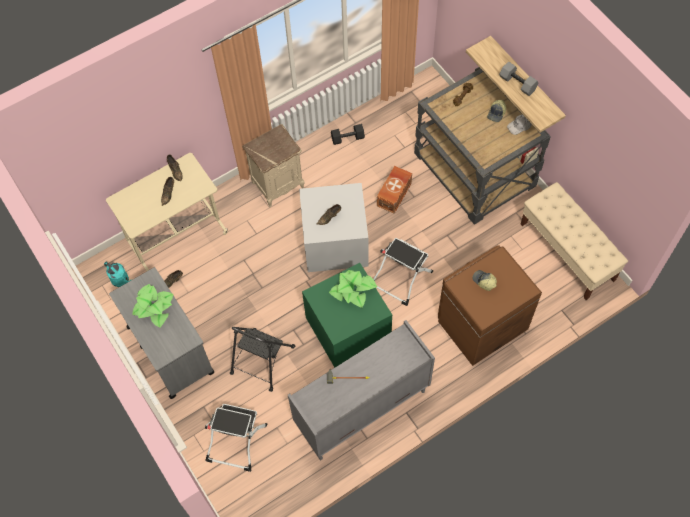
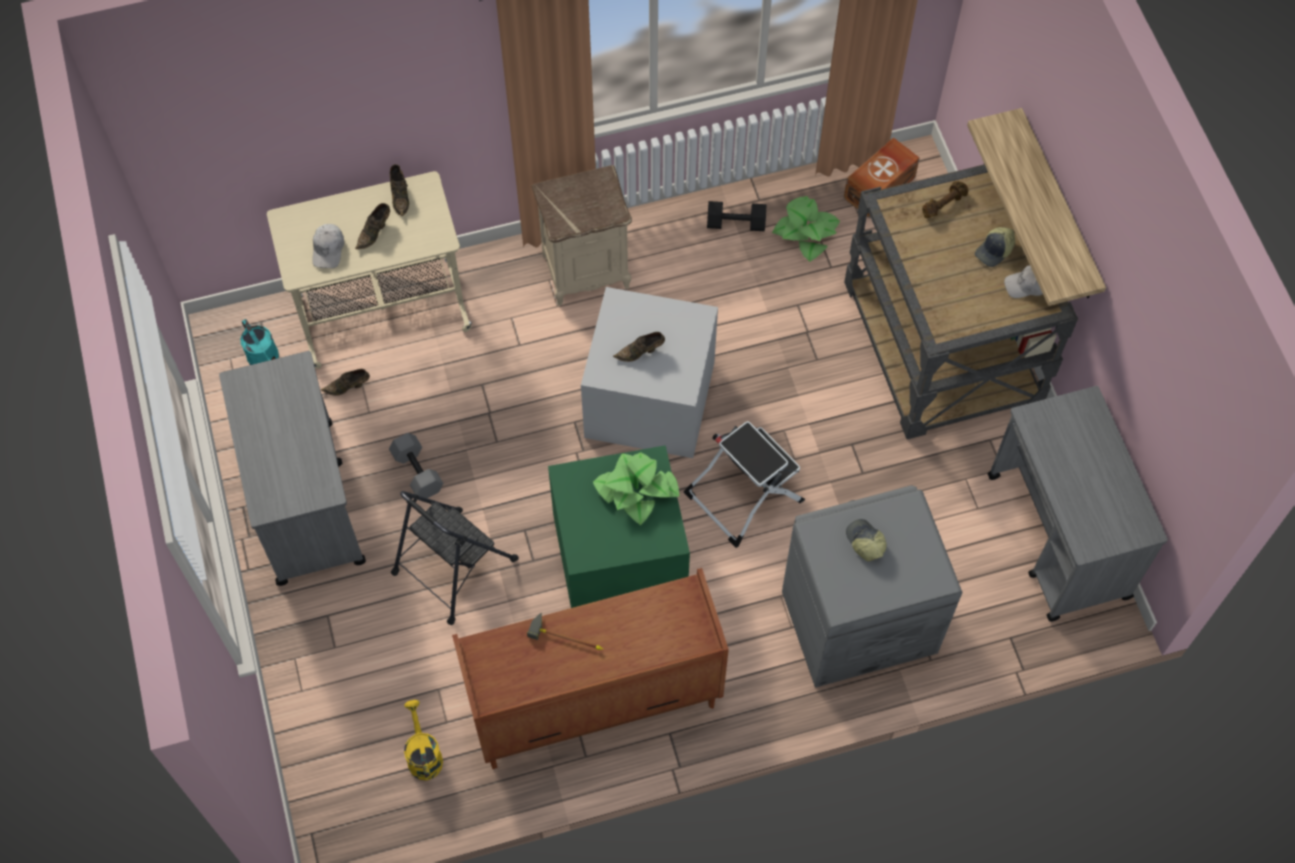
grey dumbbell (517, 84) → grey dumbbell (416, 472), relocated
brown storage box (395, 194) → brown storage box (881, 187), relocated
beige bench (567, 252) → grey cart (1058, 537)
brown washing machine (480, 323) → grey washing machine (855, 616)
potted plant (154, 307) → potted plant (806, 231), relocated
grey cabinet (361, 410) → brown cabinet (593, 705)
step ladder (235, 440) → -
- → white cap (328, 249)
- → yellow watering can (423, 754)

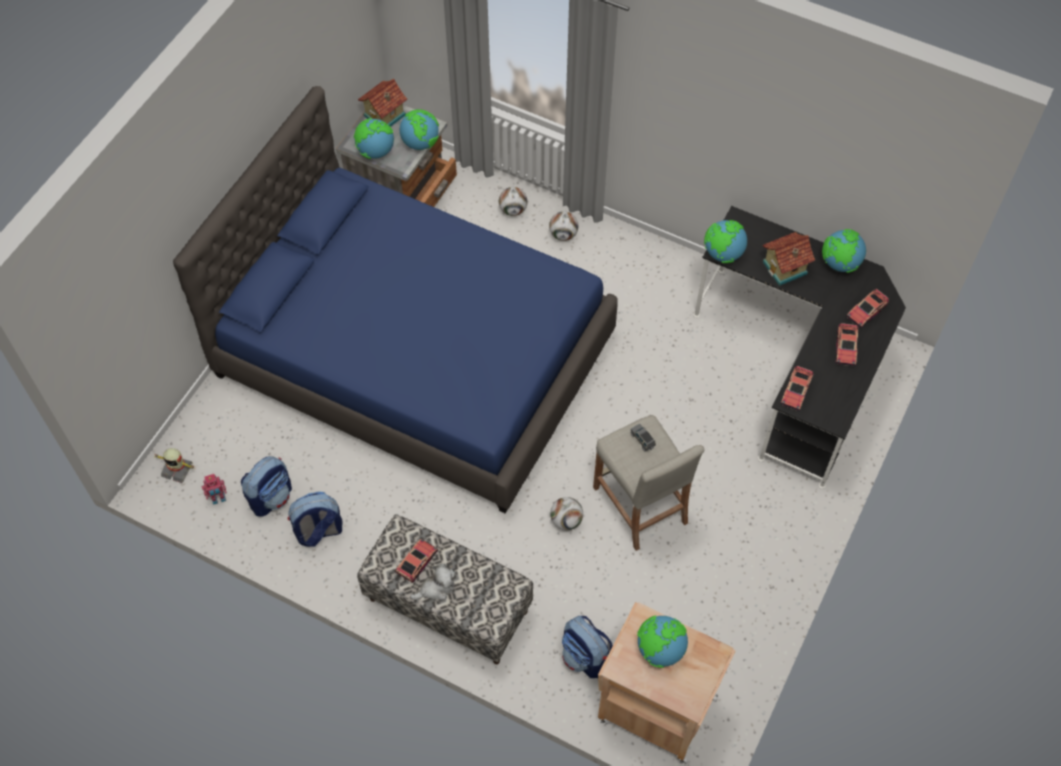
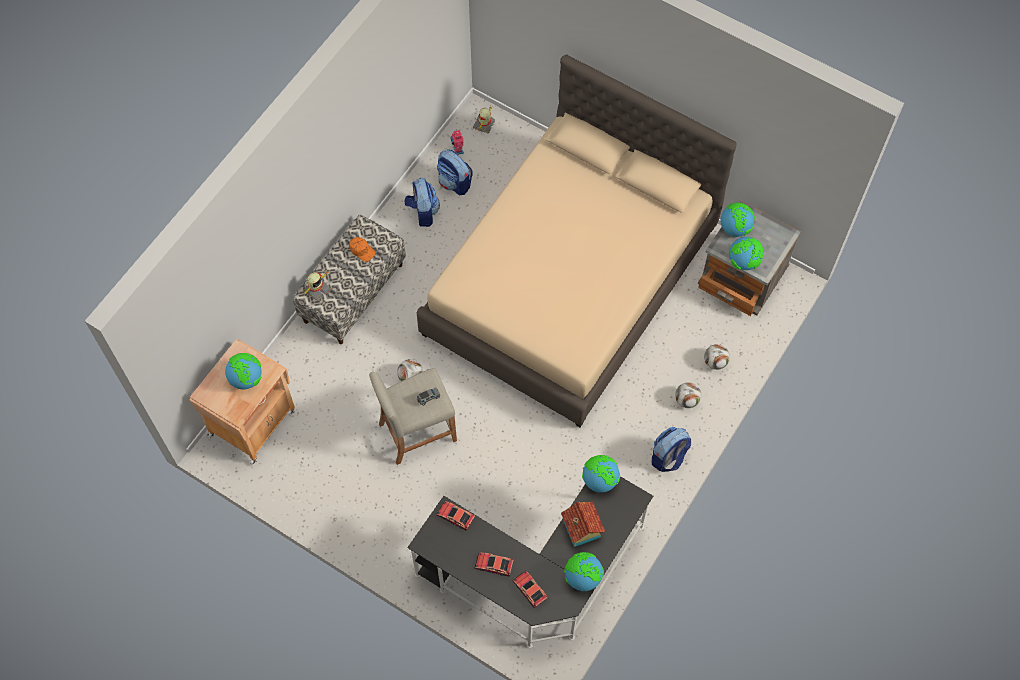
toy house (385, 116) → -
blue bed (415, 354) → beige bed (571, 280)
toy car (417, 562) → orange cap (362, 250)
plush toy (436, 588) → -
backpack (585, 657) → backpack (668, 457), relocated
- → toy robot (317, 289)

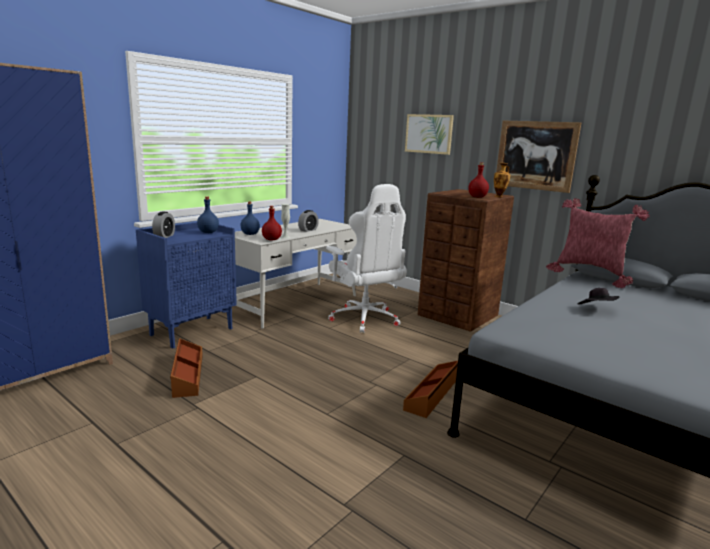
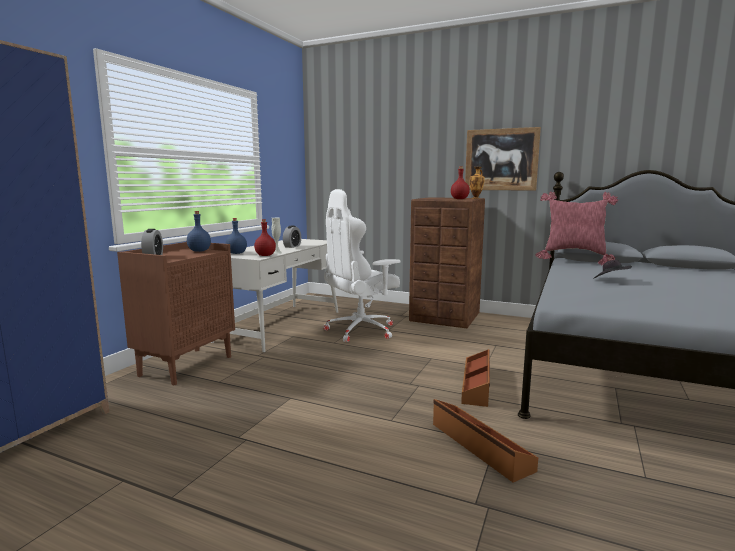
picture (429, 134) → -
white office chair (364, 318) → white office chair (361, 330), 105 degrees clockwise
blue cabinet (192, 331) → brown cabinet (187, 365)
brown storage box (187, 375) → brown storage box (479, 446), relocated

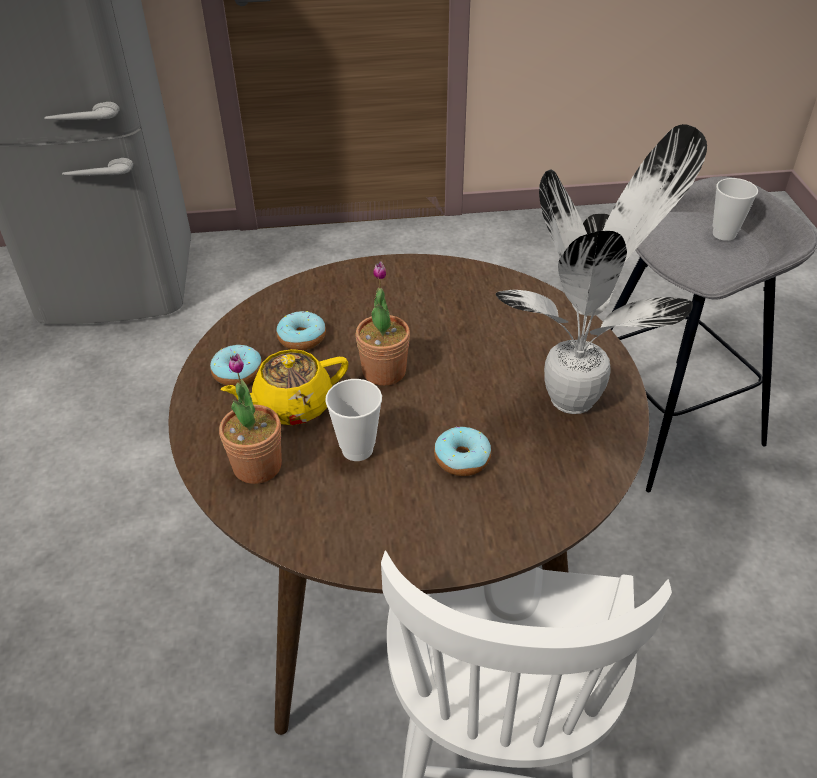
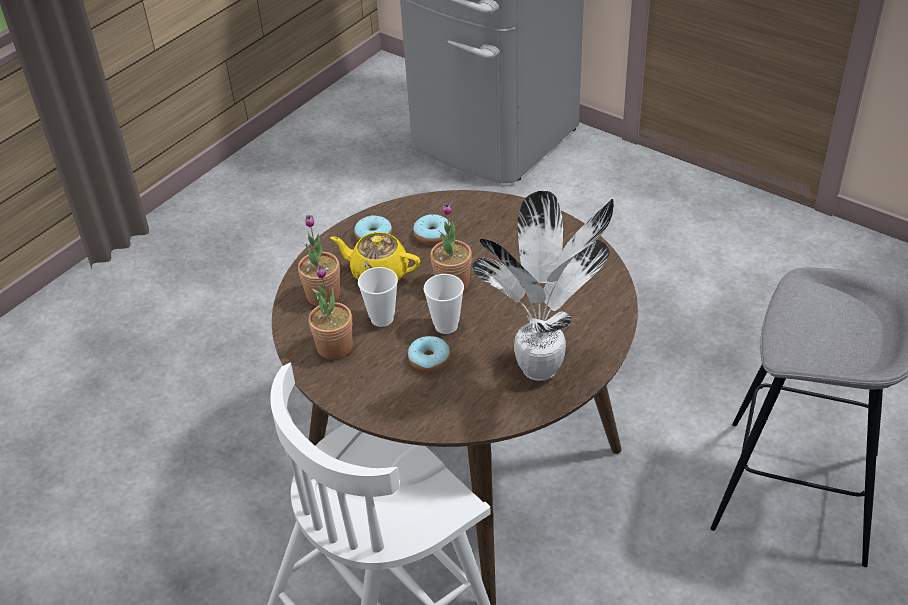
cup (724, 234) → cup (446, 326), relocated
- → potted plant (334, 347)

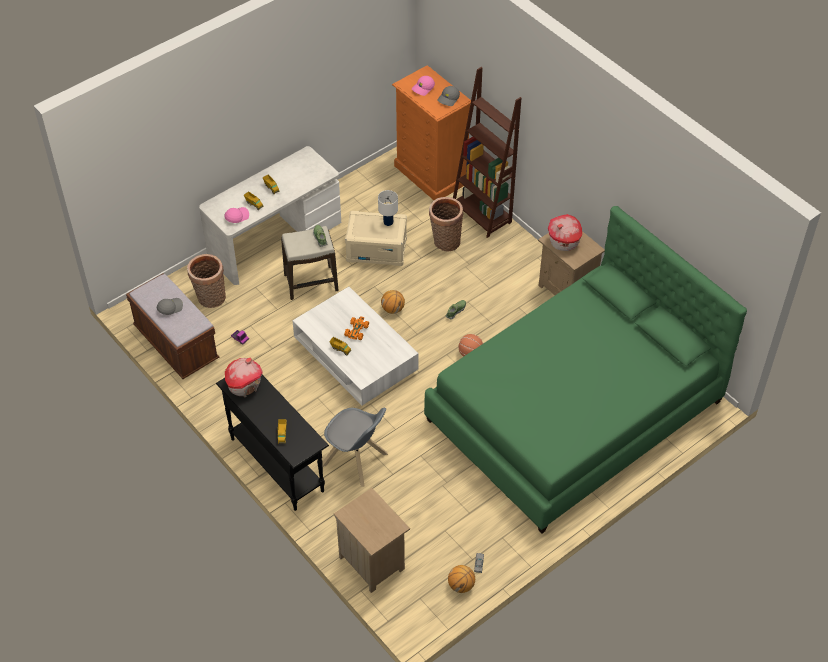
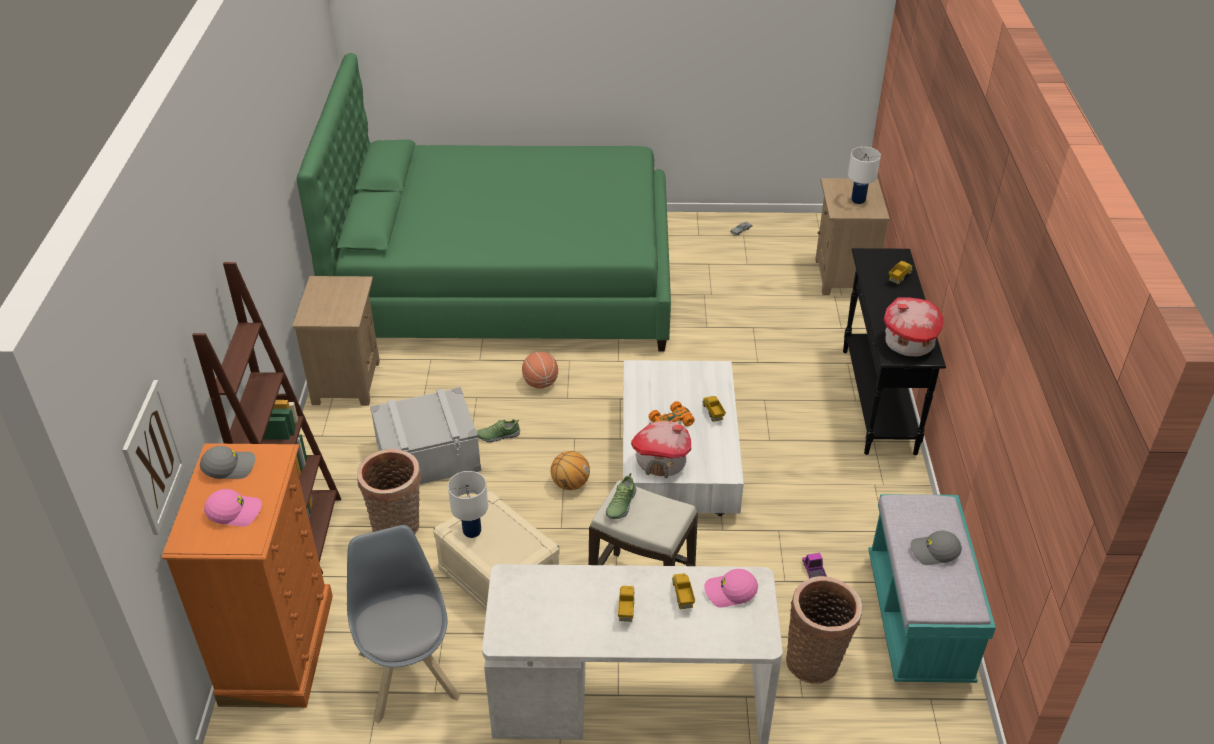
toy house (564, 242) → toy house (661, 462), relocated
brown bench (176, 344) → turquoise bench (918, 620)
grey chair (356, 460) → grey chair (408, 672), relocated
basketball (461, 585) → -
- → white table lamp (858, 200)
- → picture (153, 457)
- → grey storage box (428, 455)

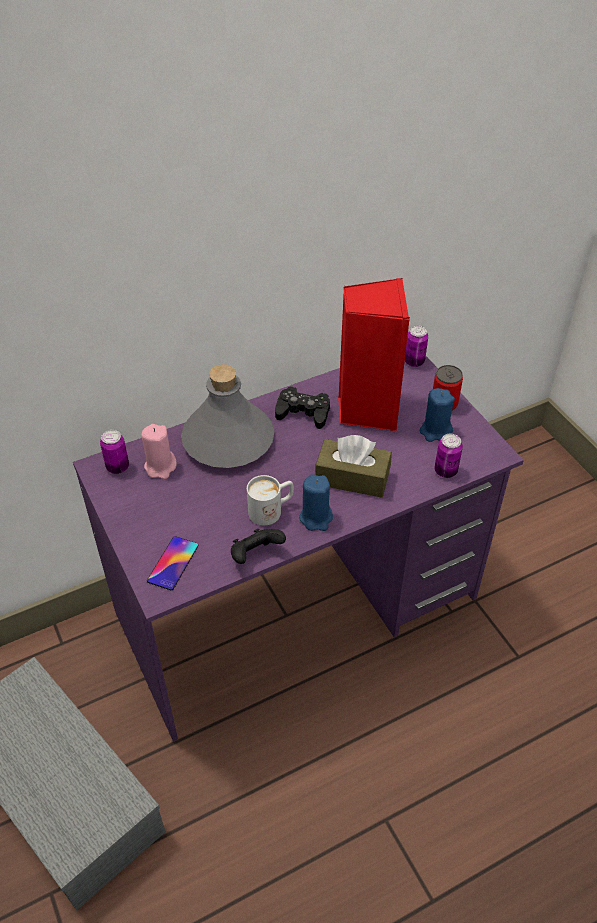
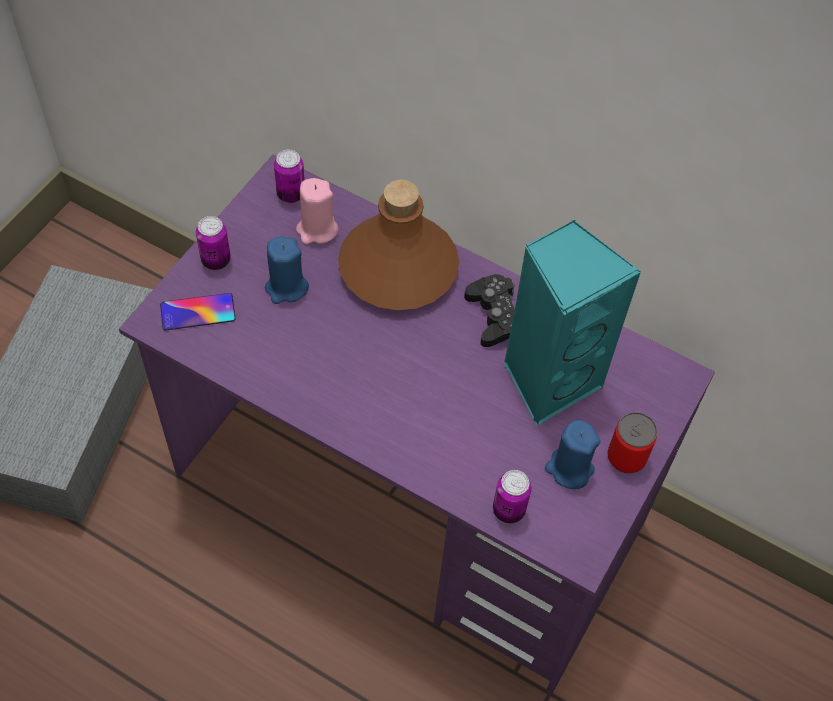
red speaker (367, 410) → turquoise speaker (549, 379)
can (414, 361) → can (216, 260), relocated
grey bottle (228, 441) → brown bottle (397, 268)
brown tissue box (352, 478) → -
blue candle (316, 518) → blue candle (286, 287), relocated
white mug (271, 510) → -
black game controller (255, 555) → -

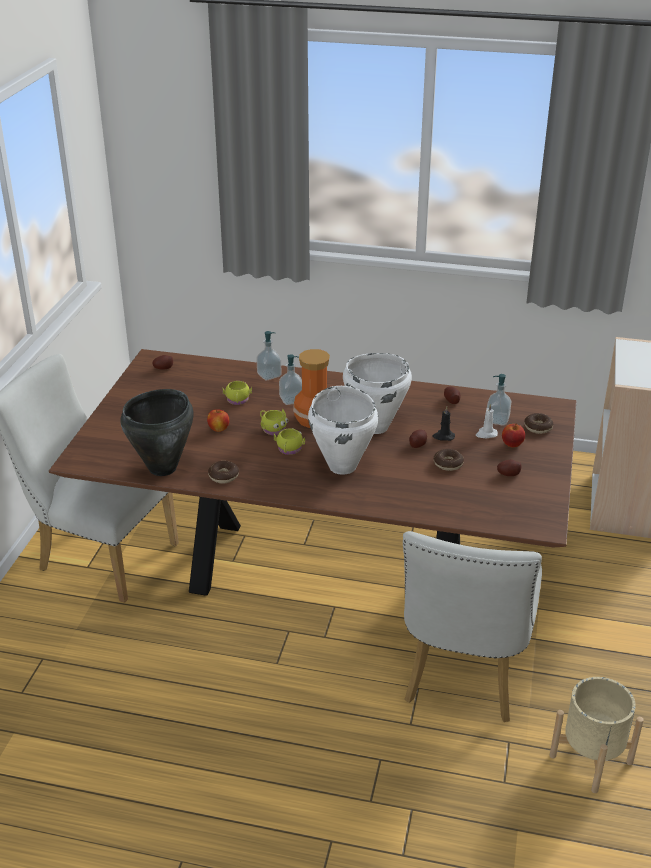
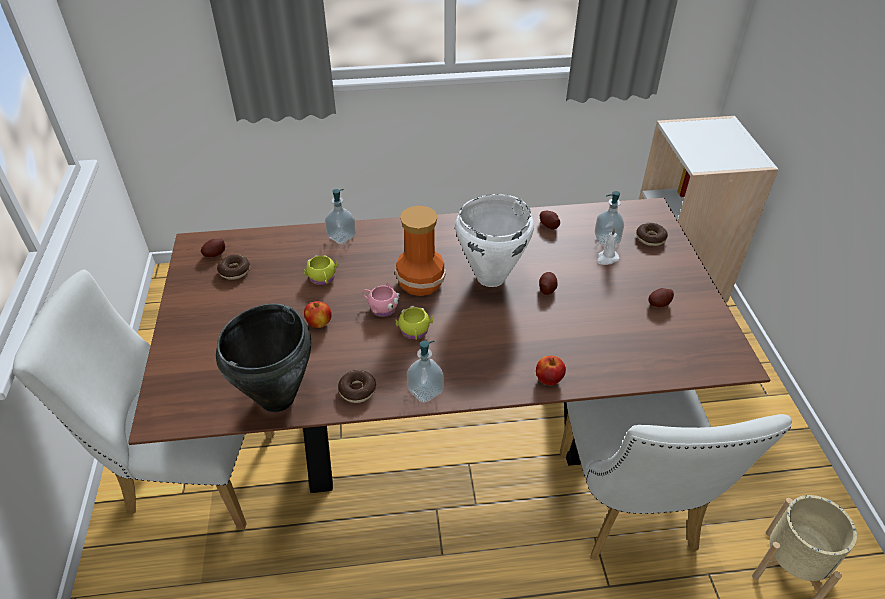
soap dispenser (291, 399) → soap dispenser (425, 390), relocated
white cooking pot (343, 466) → -
black candle (443, 436) → -
yellow mug (272, 429) → pink mug (381, 307)
apple (512, 444) → apple (548, 379), relocated
donut (448, 464) → donut (234, 271), relocated

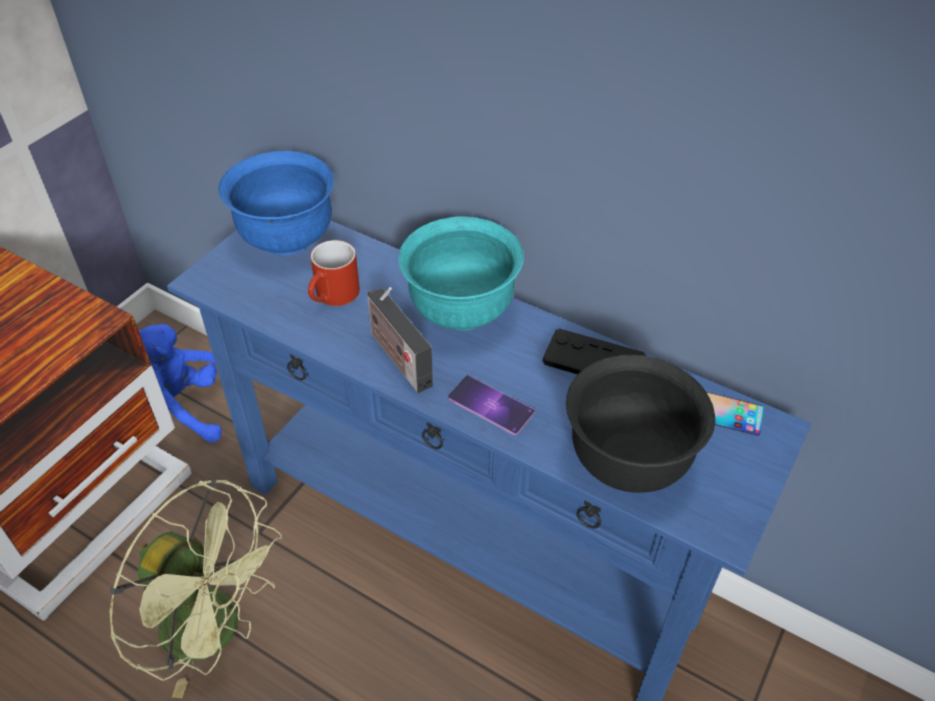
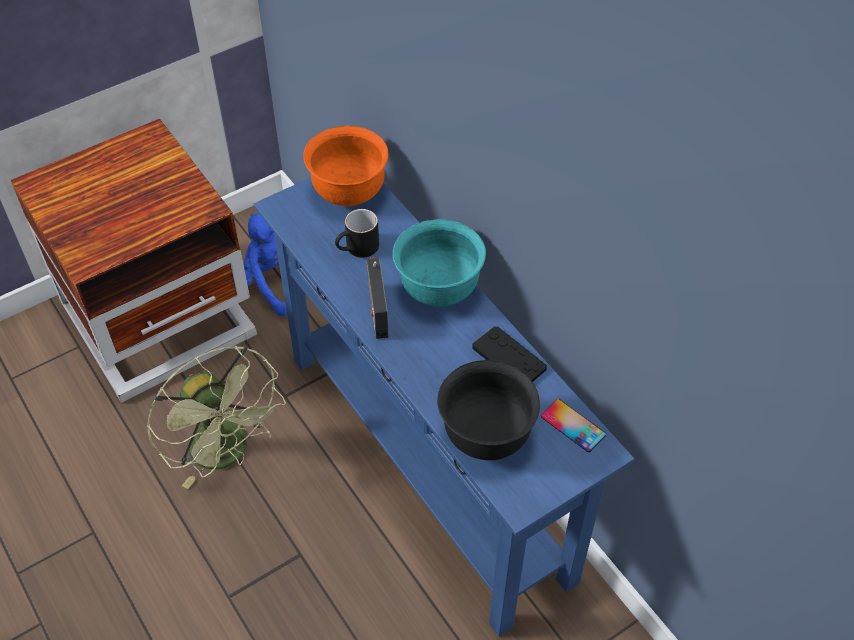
blue bowl (287, 238) → orange bowl (349, 192)
red mug (334, 297) → black mug (357, 249)
phone (490, 405) → -

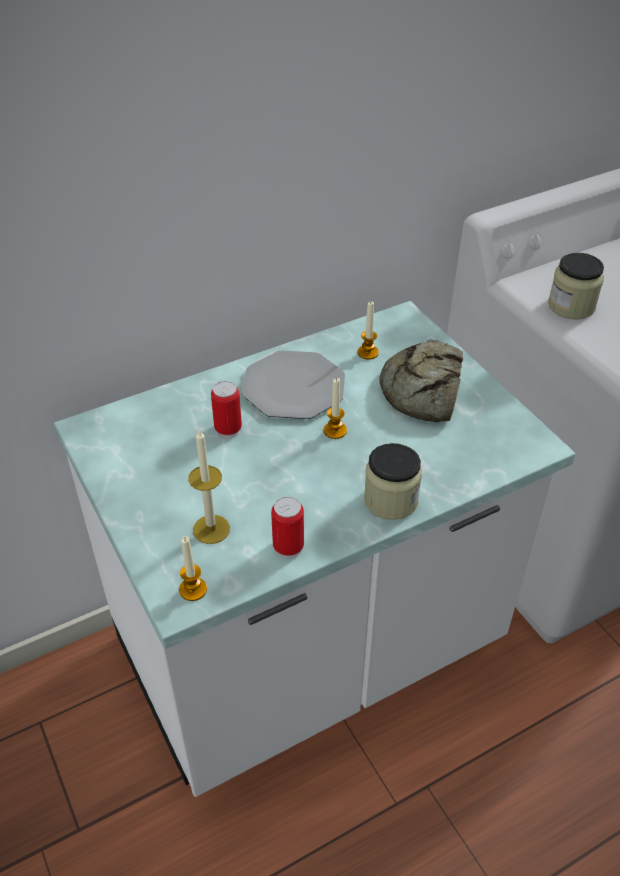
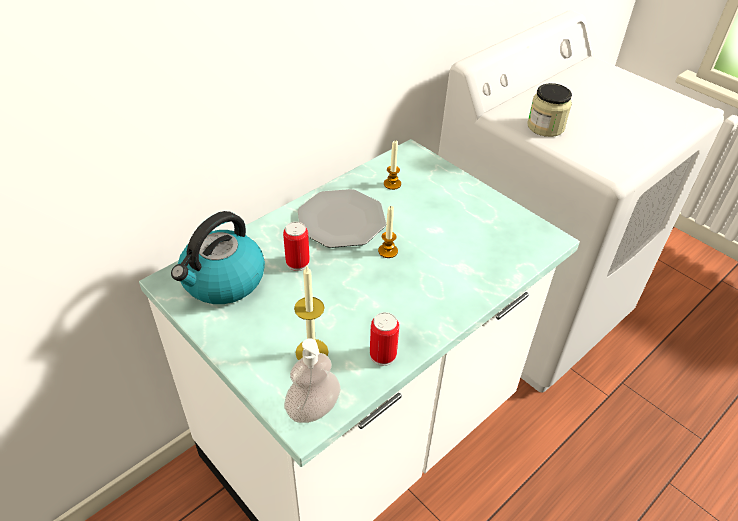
bread (423, 390) → -
jar (390, 500) → -
candle (193, 589) → soap dispenser (313, 408)
- → kettle (223, 281)

